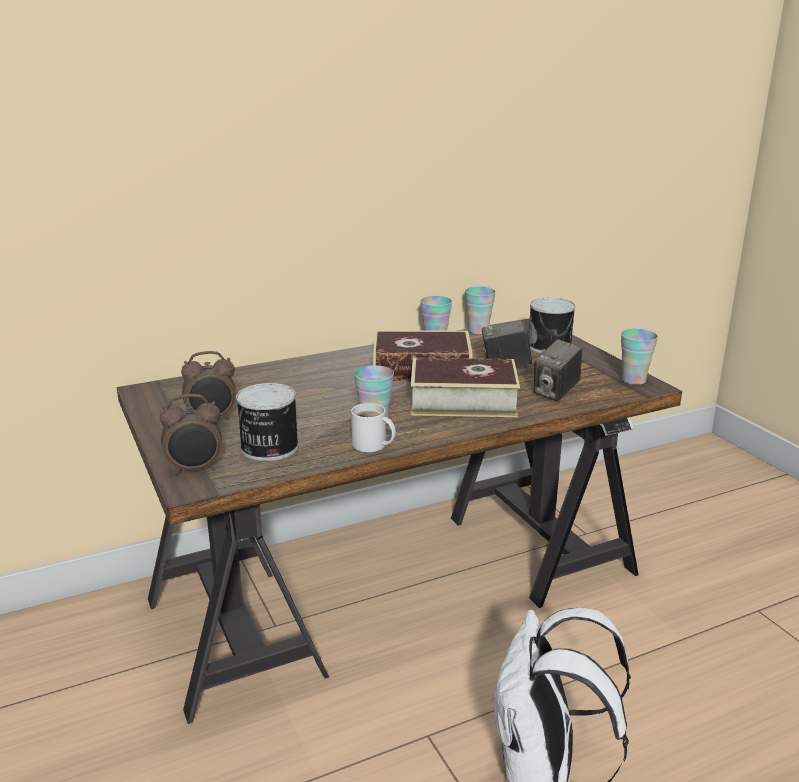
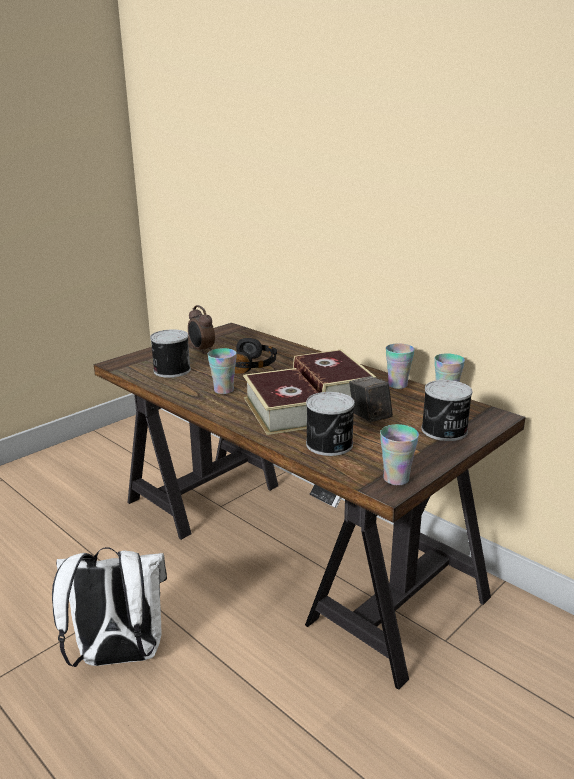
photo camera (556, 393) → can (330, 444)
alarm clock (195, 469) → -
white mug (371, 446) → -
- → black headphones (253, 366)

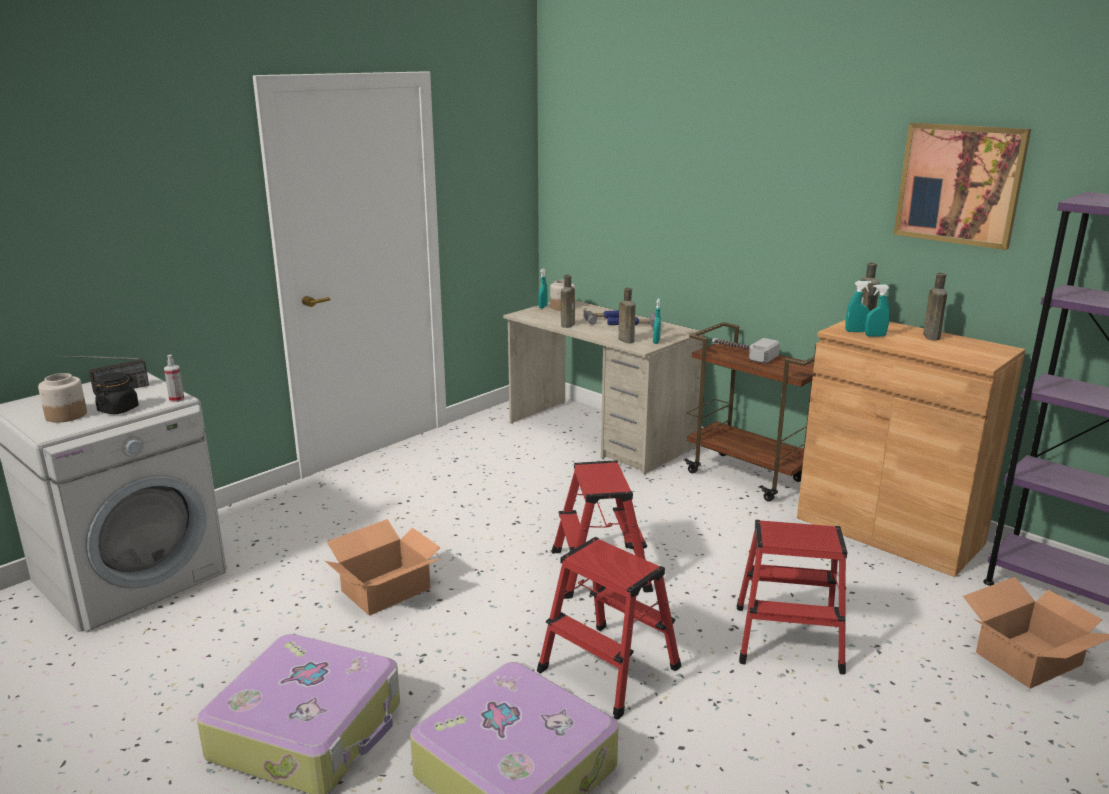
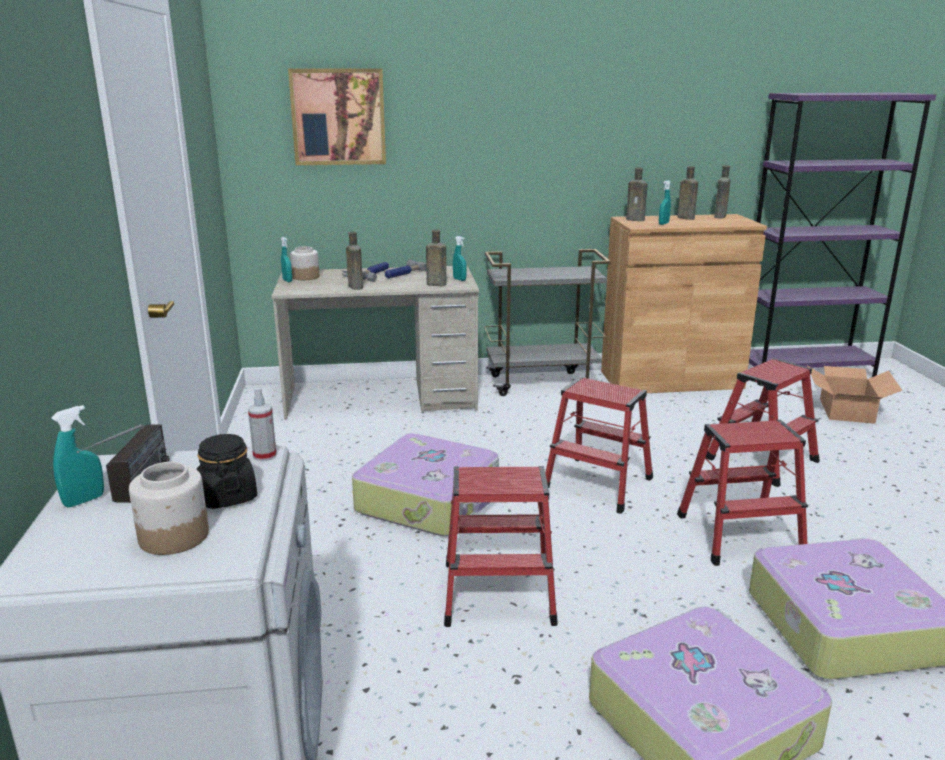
picture (959, 184) → picture (338, 117), relocated
turquoise spray bottle (855, 331) → turquoise spray bottle (84, 501), relocated
brown cart (749, 478) → grey cart (542, 384)
hammer (742, 354) → -
cardboard box (384, 590) → red step ladder (497, 591)
- → brown bottle (720, 217)
- → suitcase (430, 500)

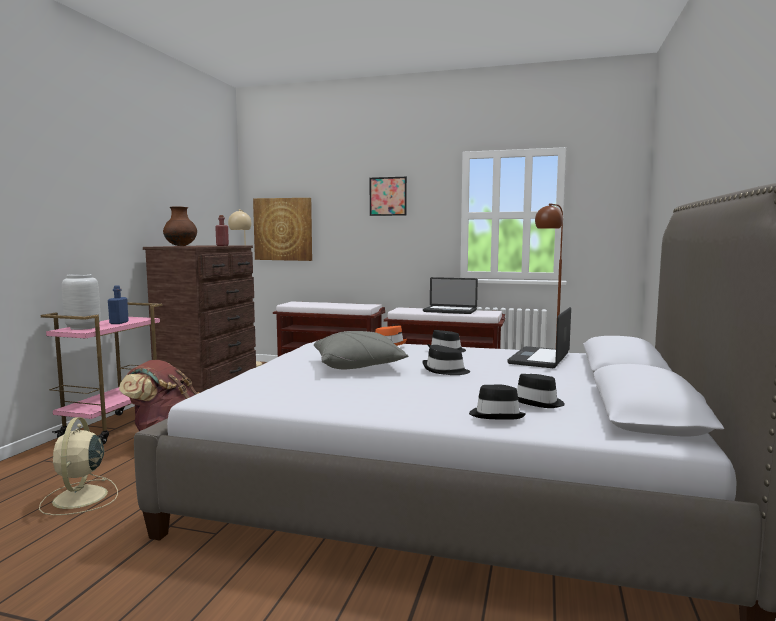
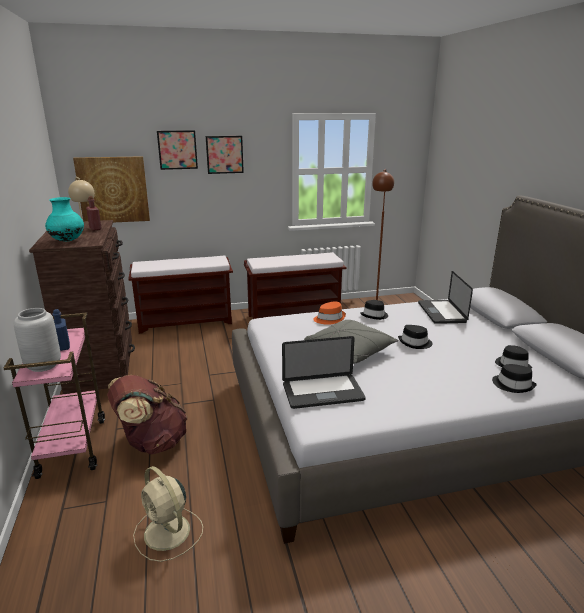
brown vase (181, 246) → turquoise vase (67, 241)
laptop (450, 311) → laptop (323, 392), relocated
- → picture (177, 150)

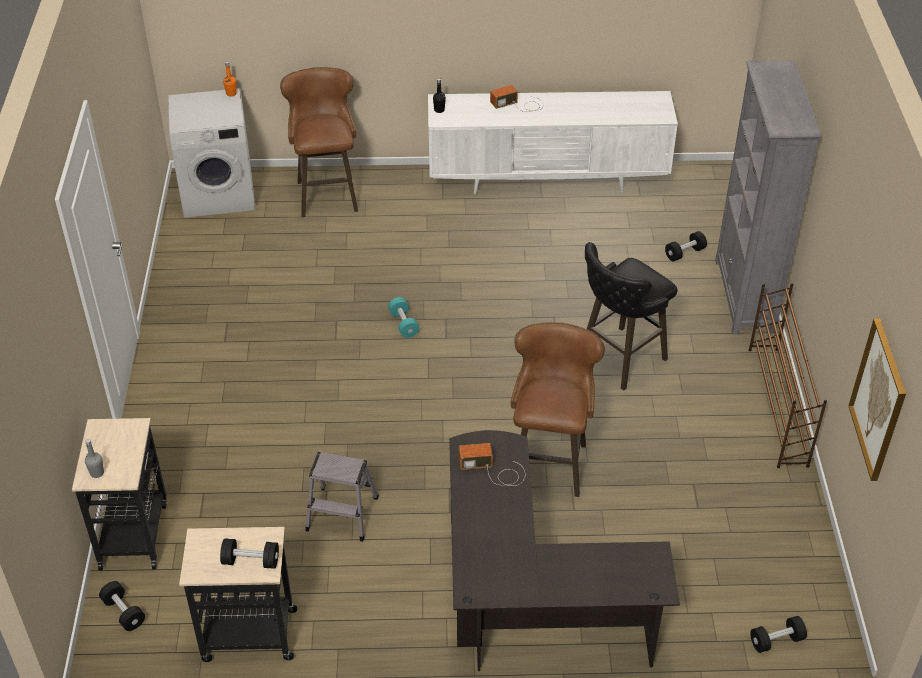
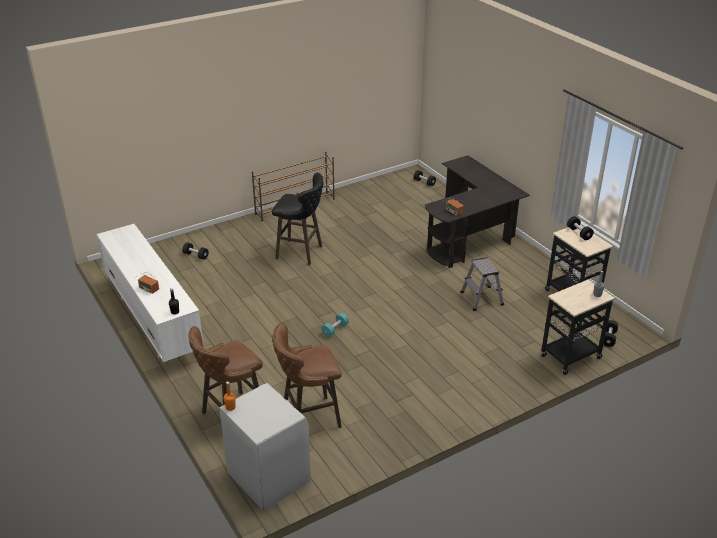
grey bookcase (744, 296) → -
picture (878, 400) → -
brown stool (549, 462) → brown stool (308, 418), relocated

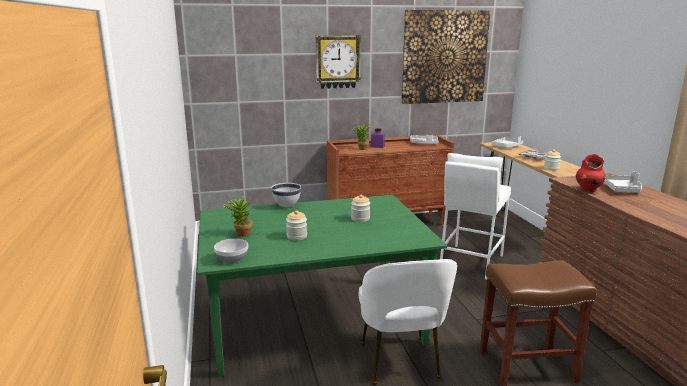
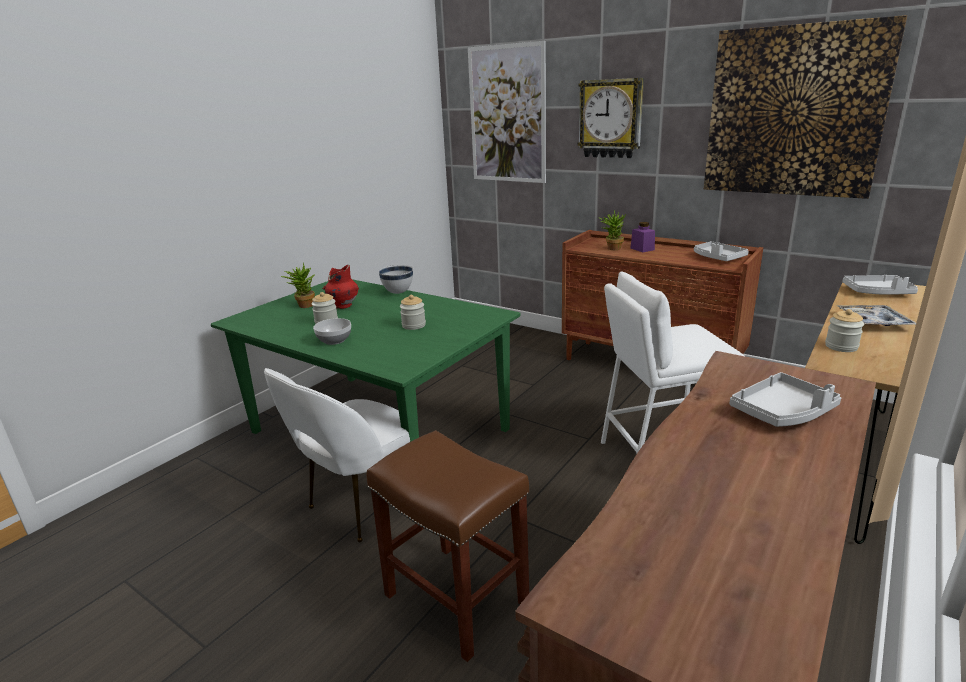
red vase (588, 190) → red vase (343, 306), relocated
bowl (232, 259) → bowl (335, 340), relocated
- → picture (507, 115)

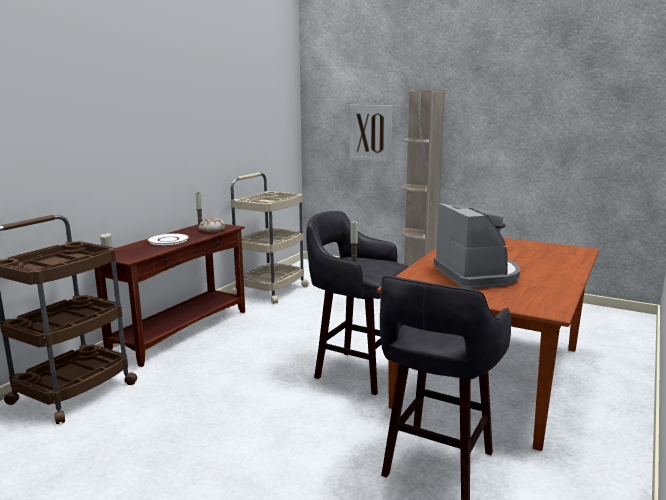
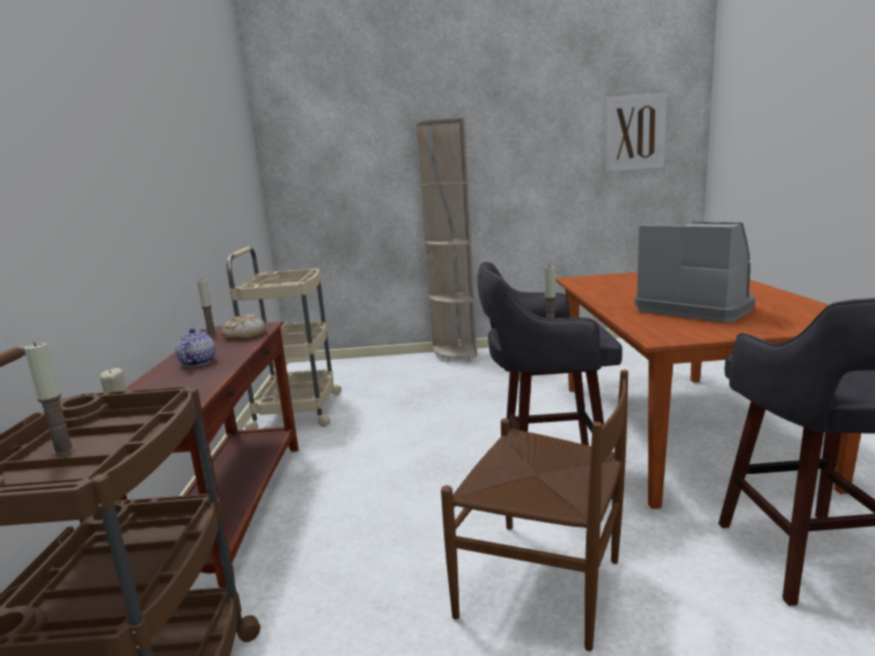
picture (370, 133) → picture (635, 133), relocated
white plate (168, 240) → teapot (197, 362)
- → candle (64, 451)
- → brown chair (543, 585)

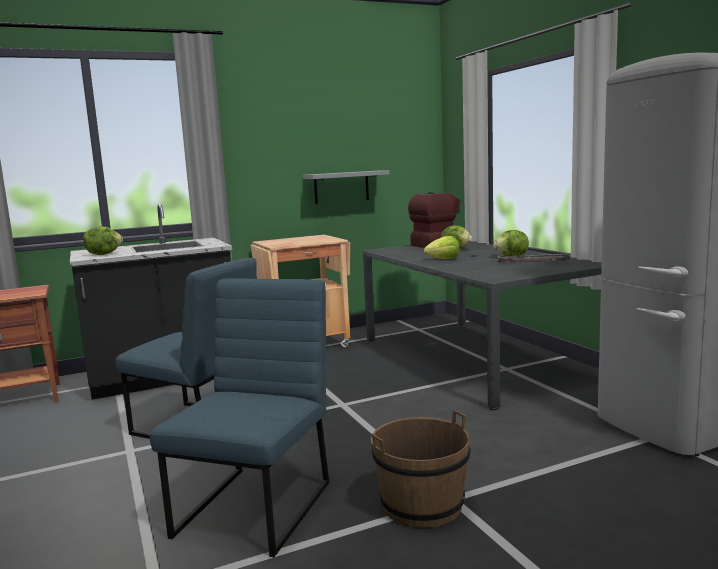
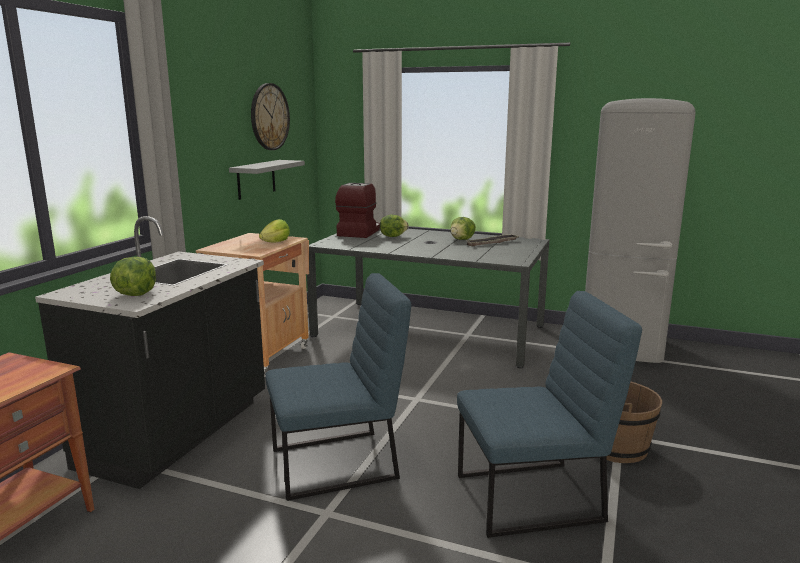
lettuce (444, 259) → lettuce (275, 242), relocated
blue chair (257, 506) → blue chair (533, 497), 105 degrees clockwise
- → wall clock (269, 117)

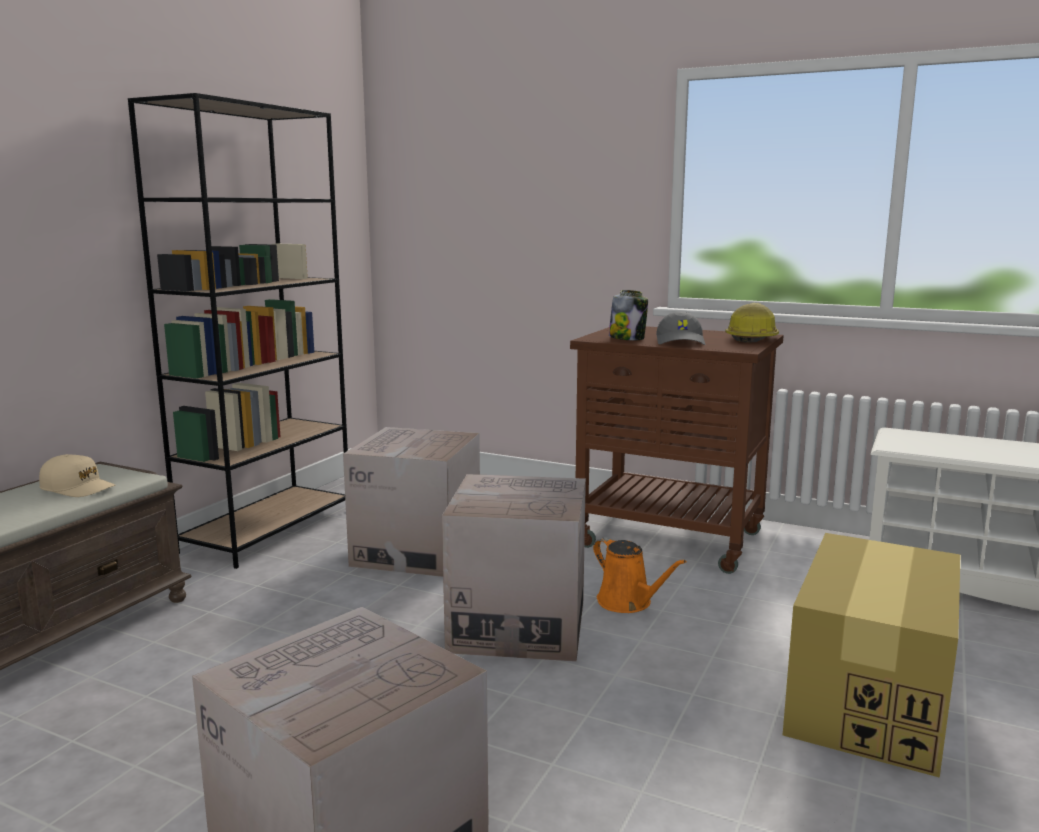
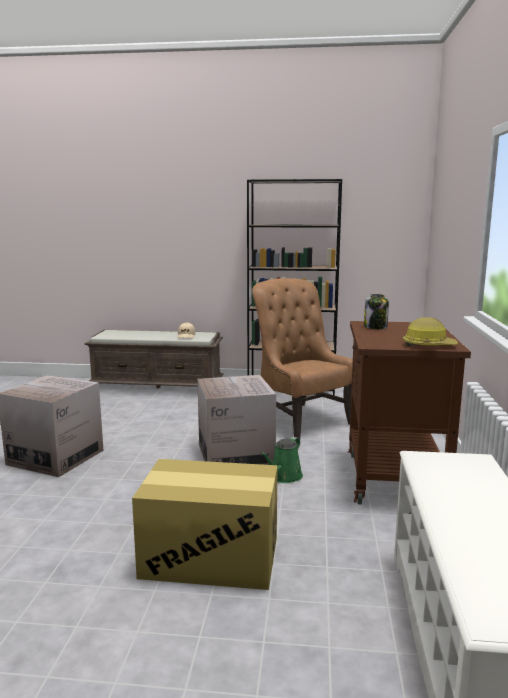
grey cap (681, 342) → -
cardboard box (417, 551) → brown chair (299, 420)
orange watering can (628, 603) → green watering can (284, 477)

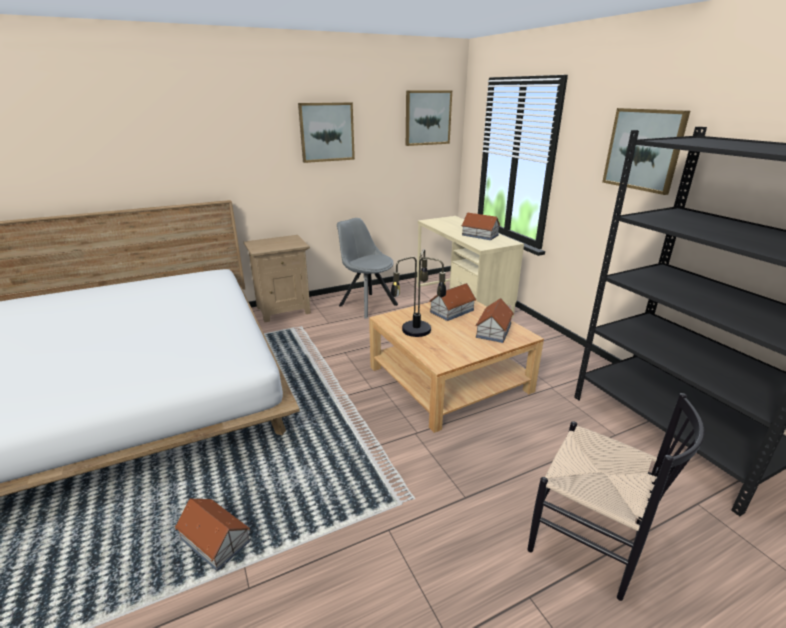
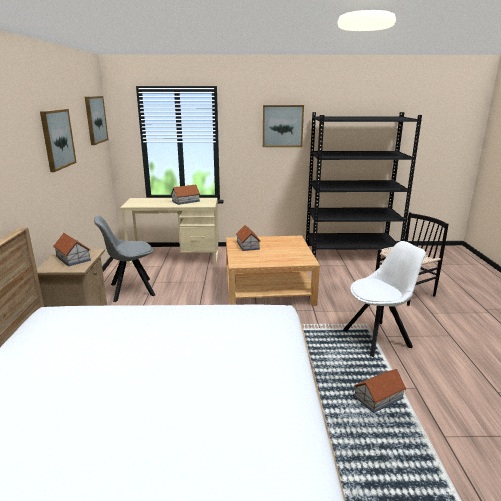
table lamp (416, 330) → -
toy house (493, 331) → toy house (73, 258), relocated
- → white chair (378, 338)

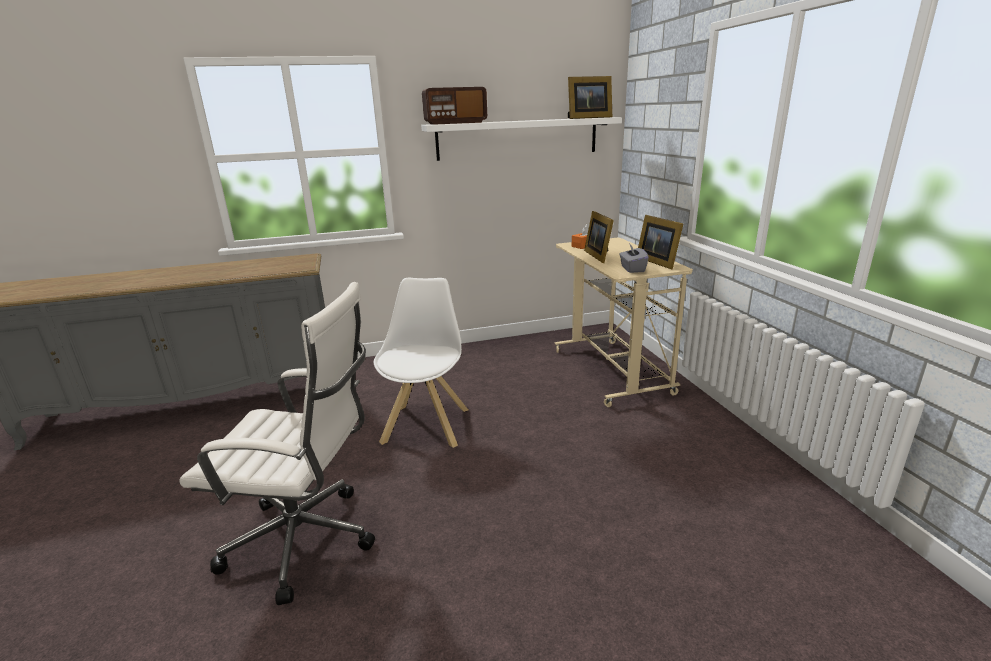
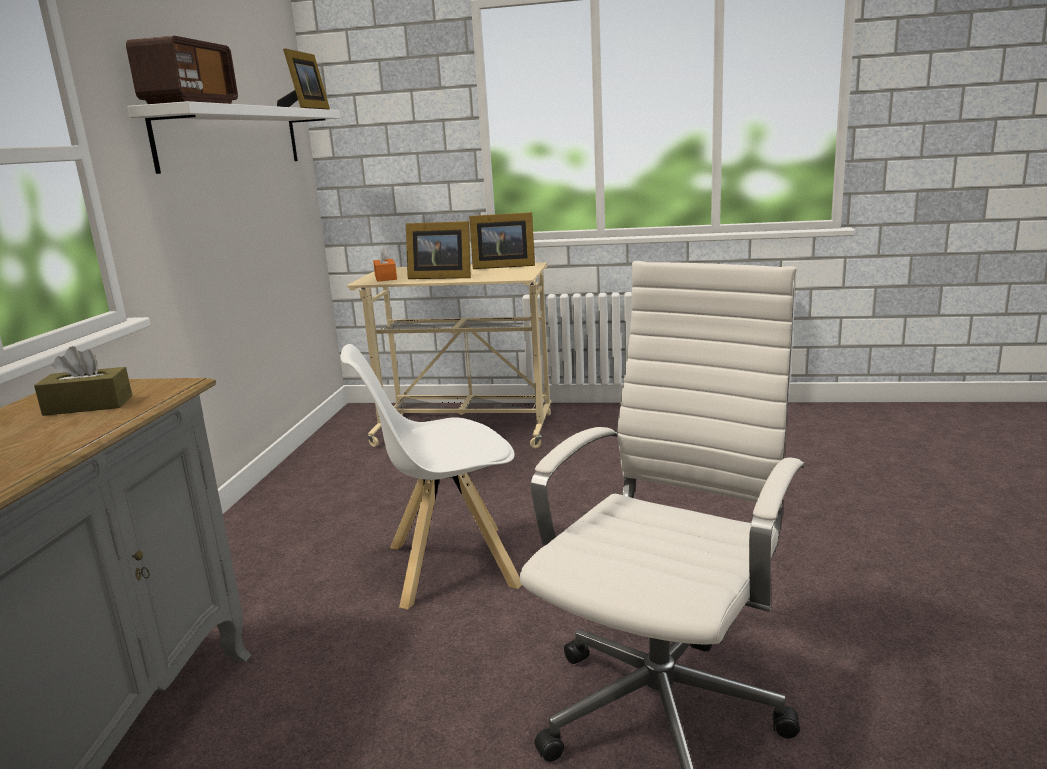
grey tissue box (632, 269) → -
white chair (427, 424) → white chair (447, 566), 45 degrees counterclockwise
- → brown tissue box (88, 405)

